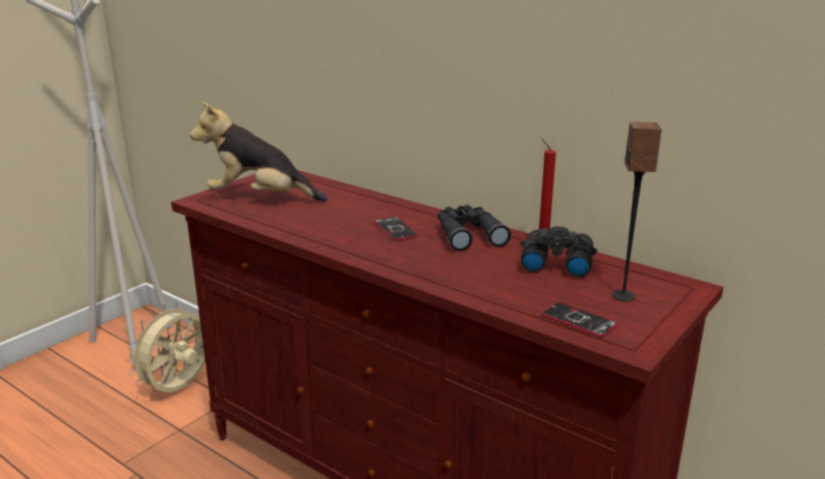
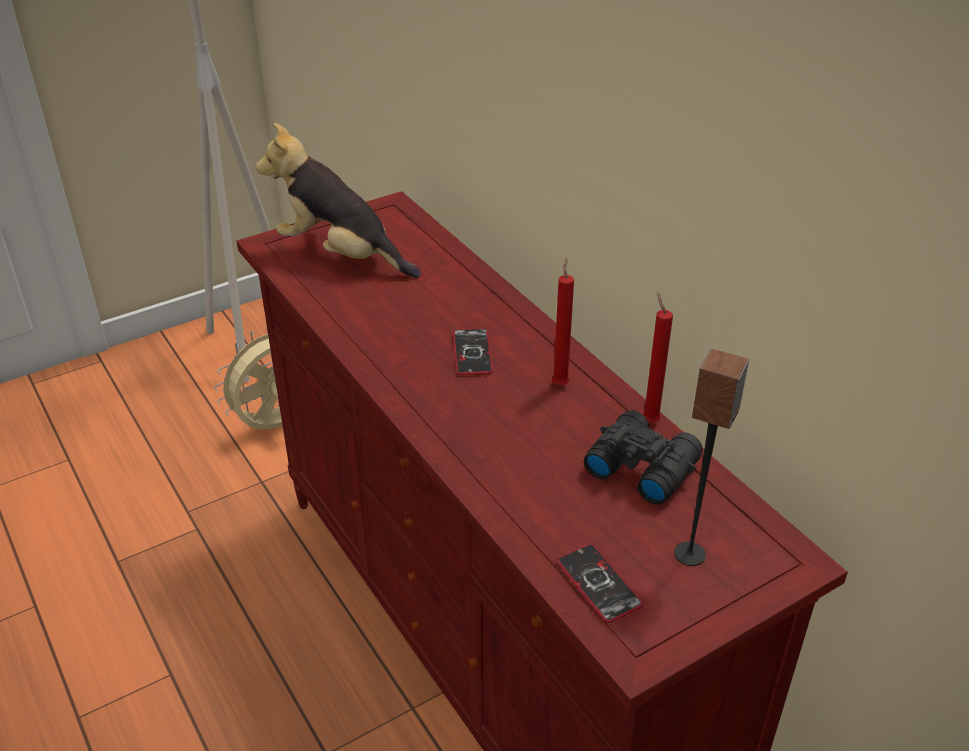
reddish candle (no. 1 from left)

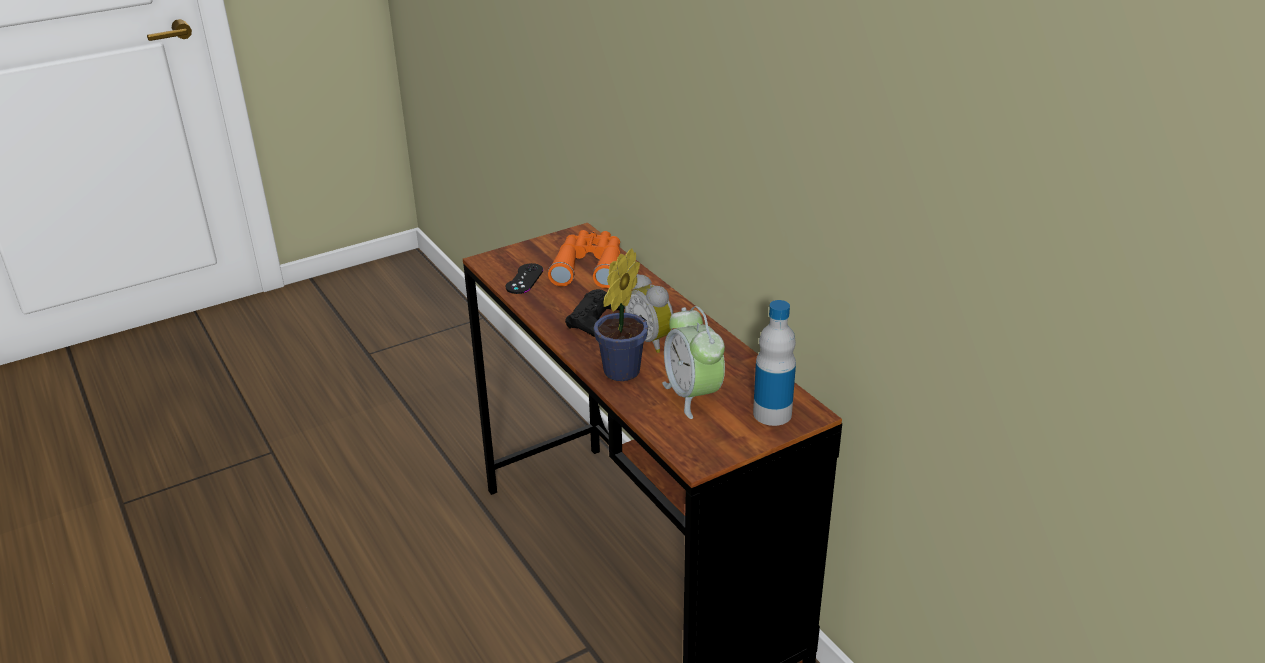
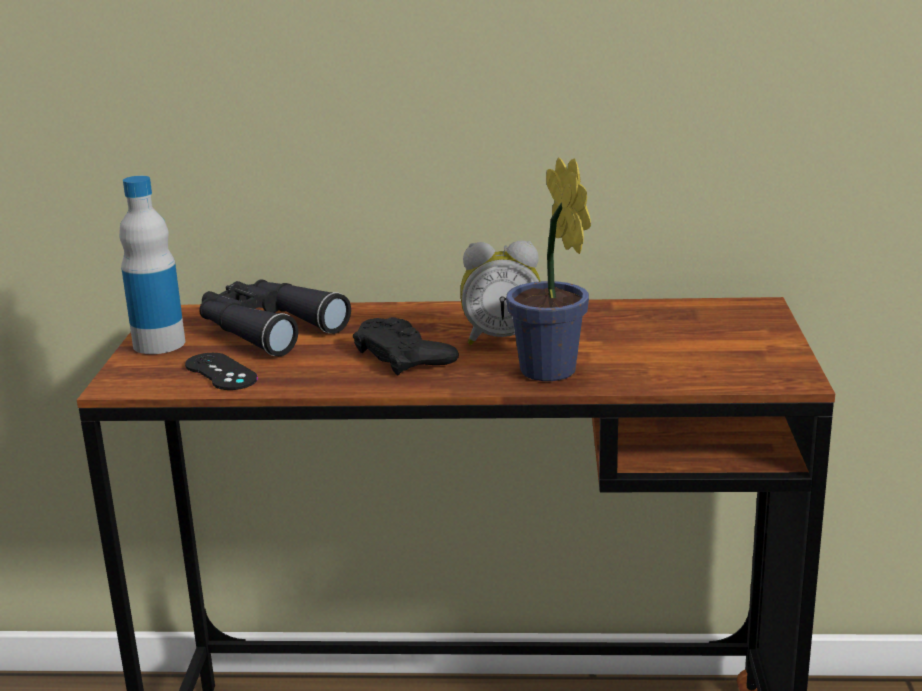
blackish field glasses
alarm clock (no. 2 from left in the first image)
bottle

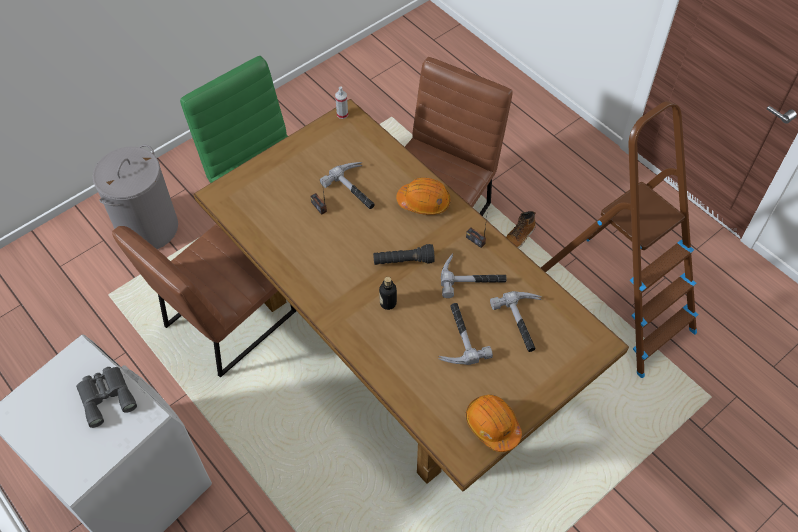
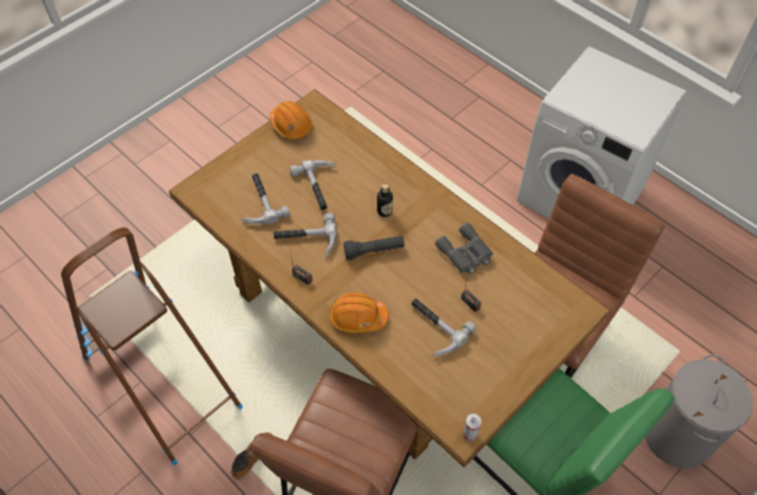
gray field glasses

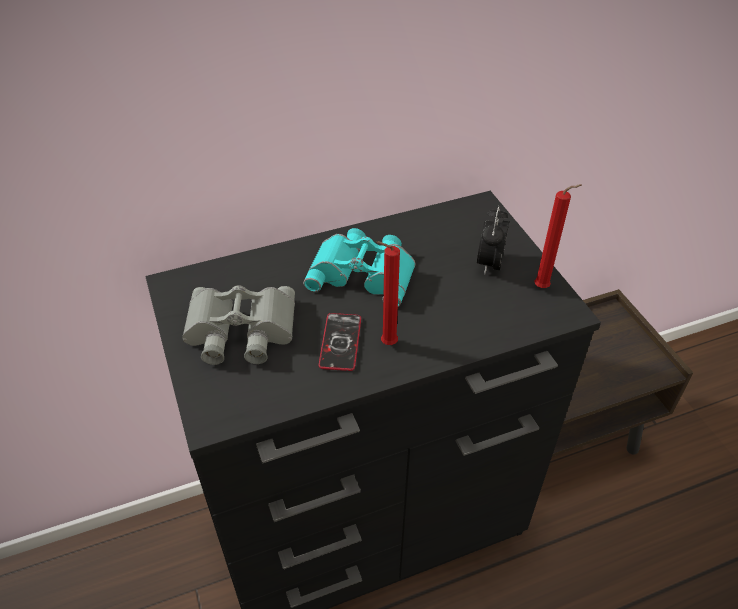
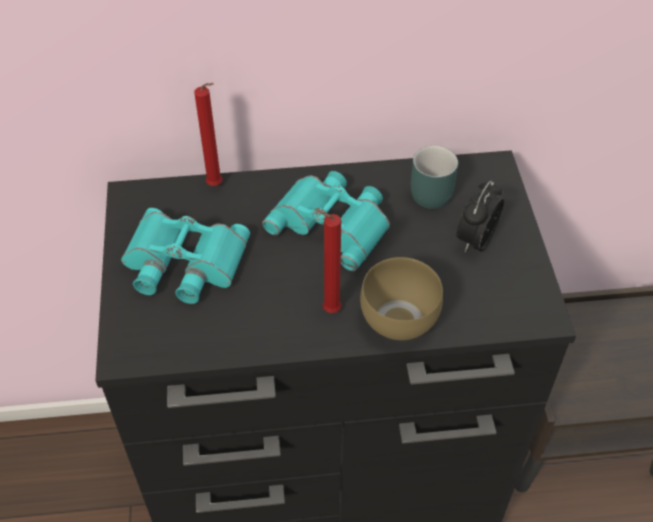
turquoise field glasses (no. 1 from left)
telephone
reddish candle (no. 1 from left)
brown-coloured bowl
turquoise tea mug

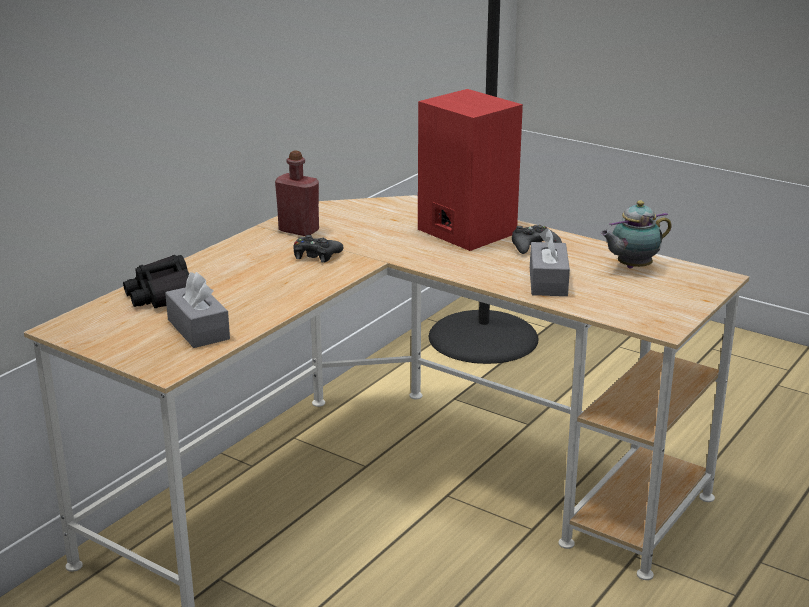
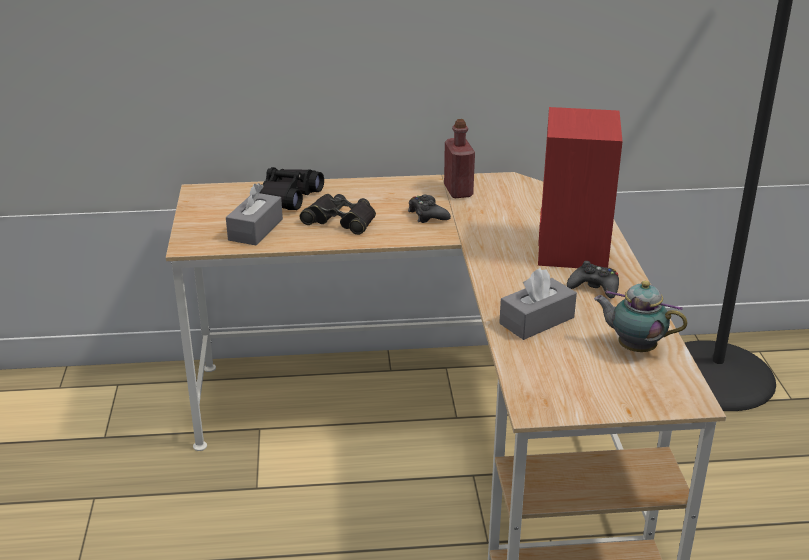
blackish field glasses (no. 2 from left)

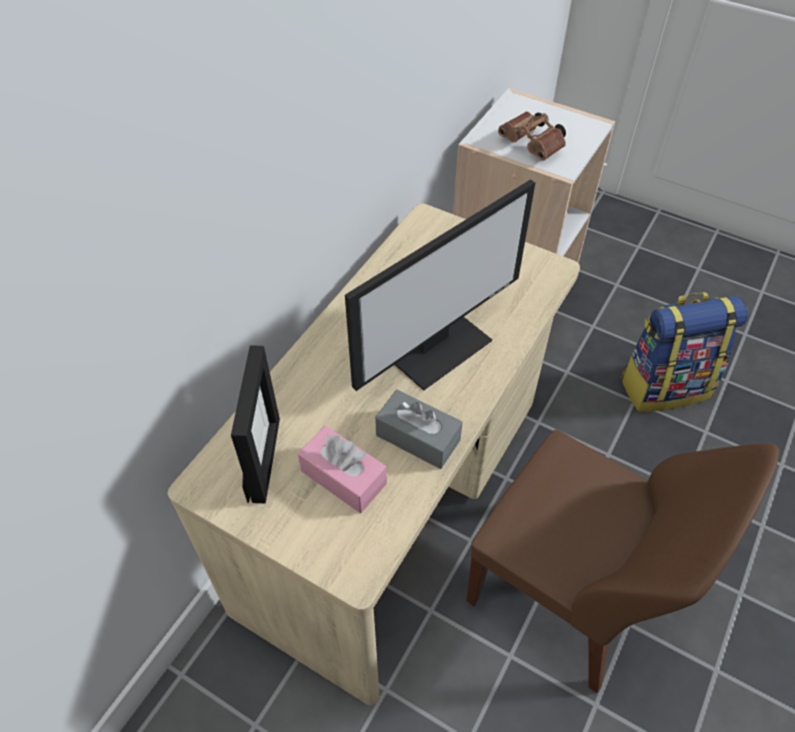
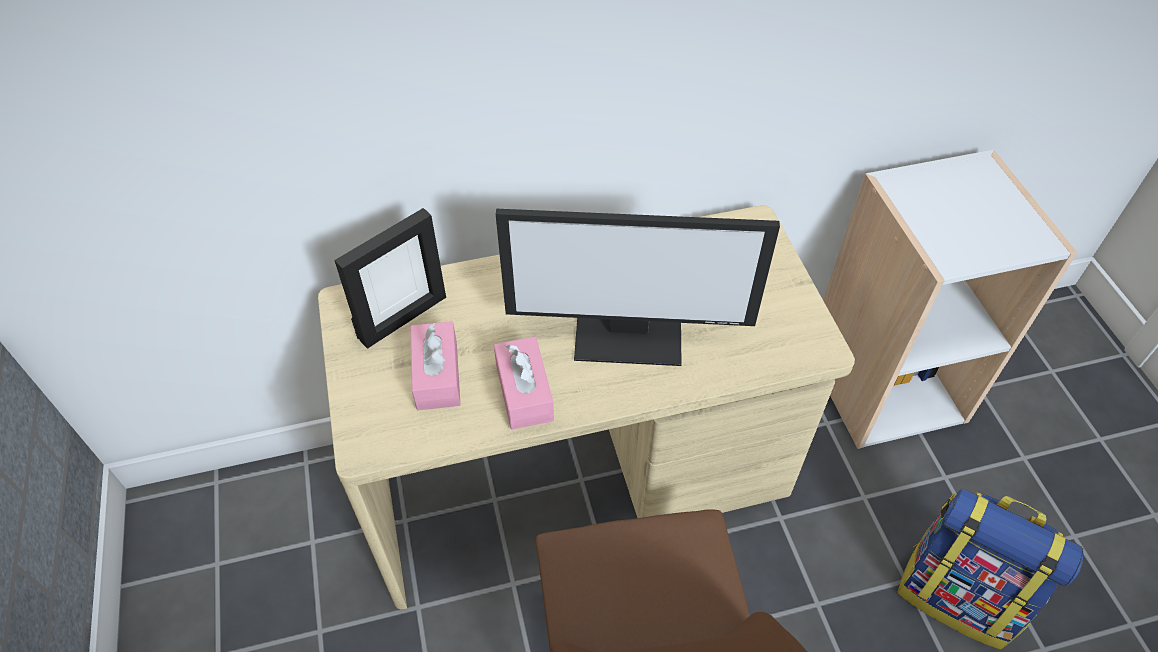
pinkish tissue holder (no. 2 from left)
brown-coloured field glasses

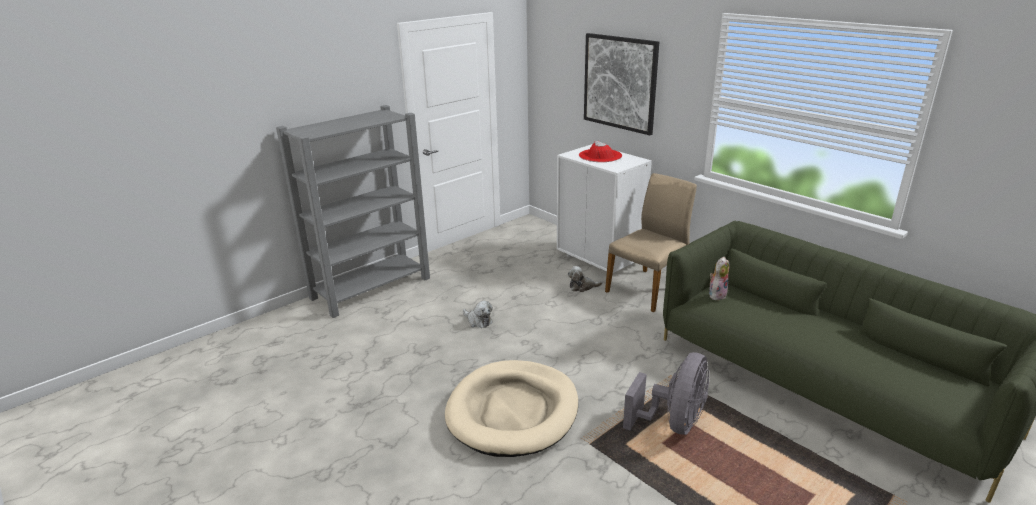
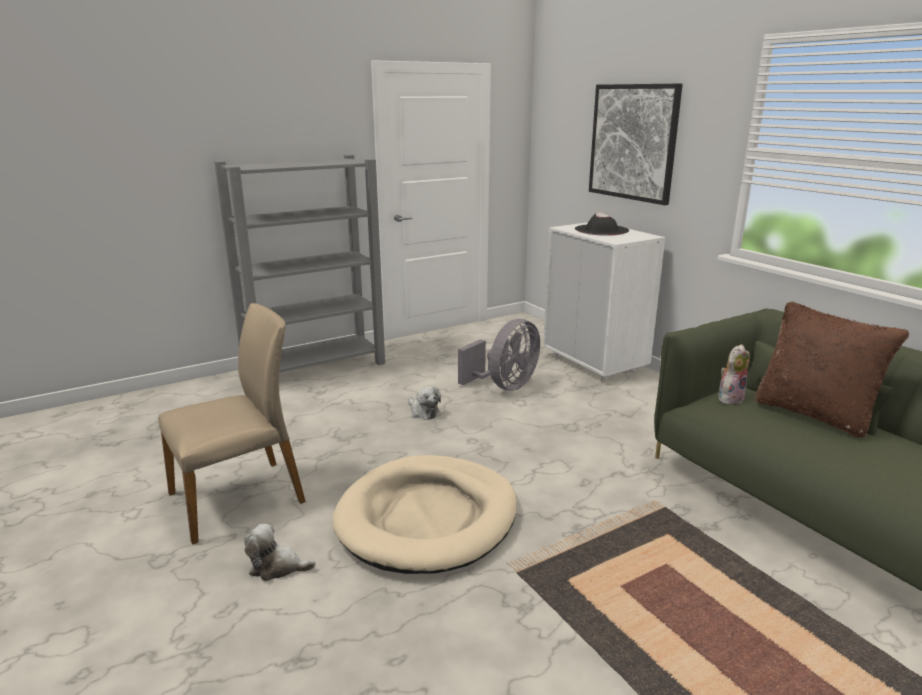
soft toy (no. 1 from left)
blackish wearable hat
beige-coloured plain chair
gray electric fan
brown-coloured pillow

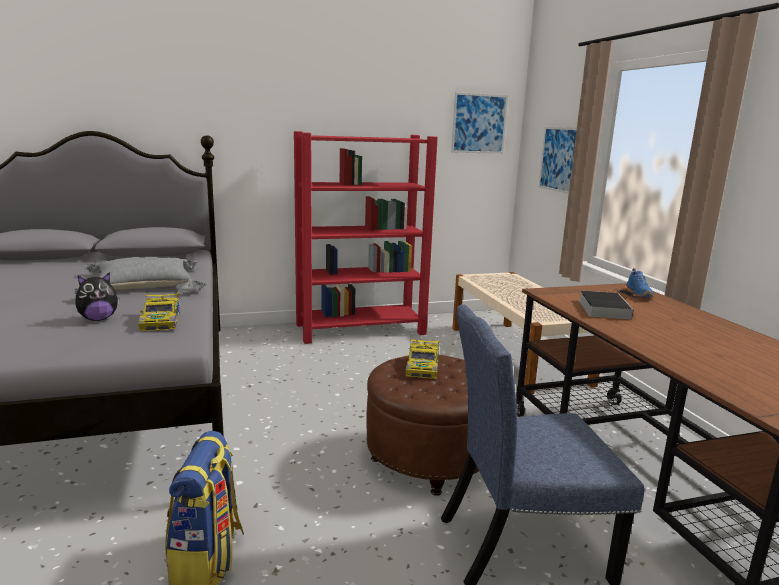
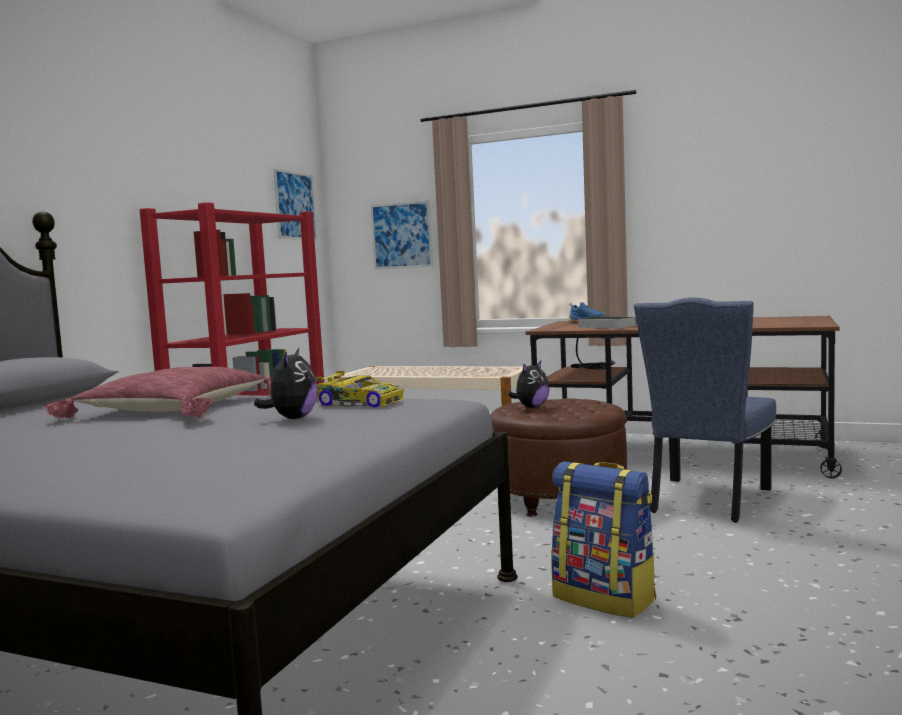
reddish pillow
soft toy (no. 2 from left)

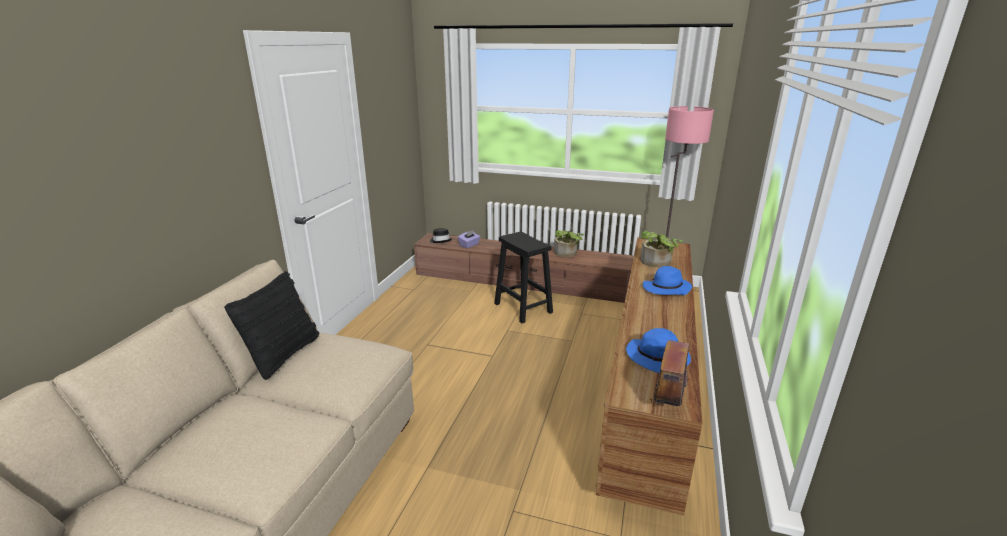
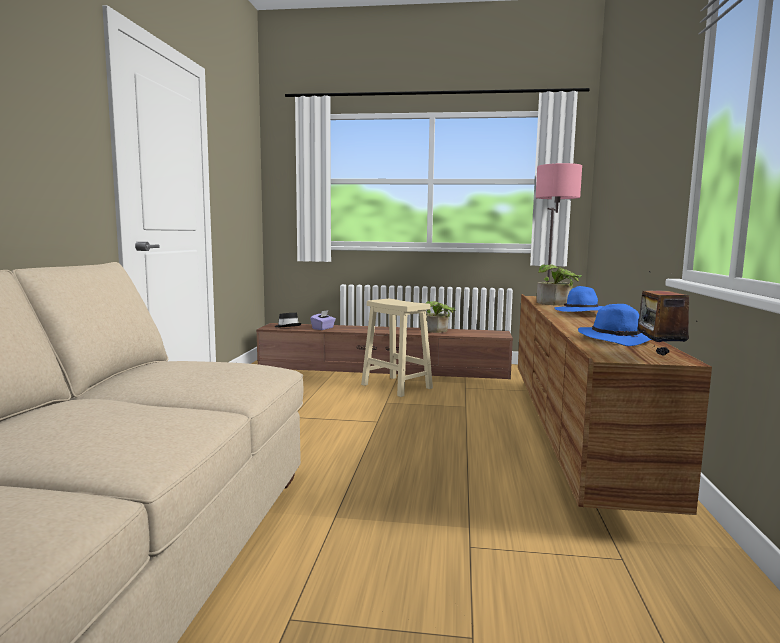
blackish pillow
beige-coloured stool

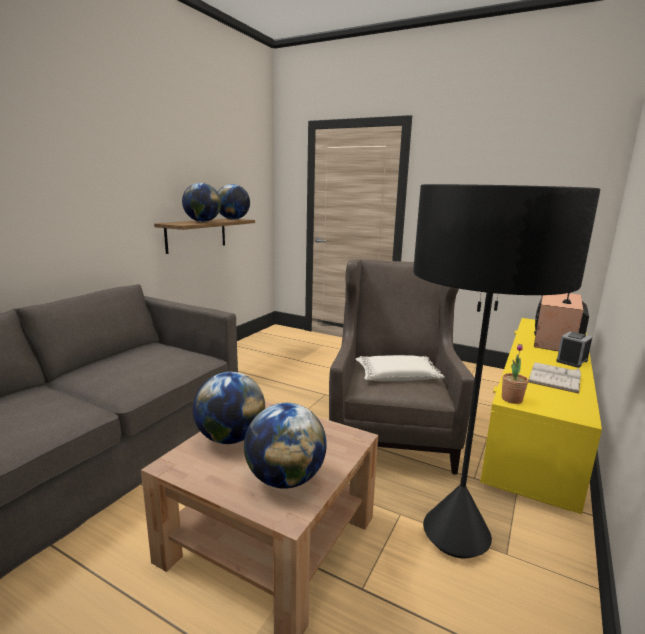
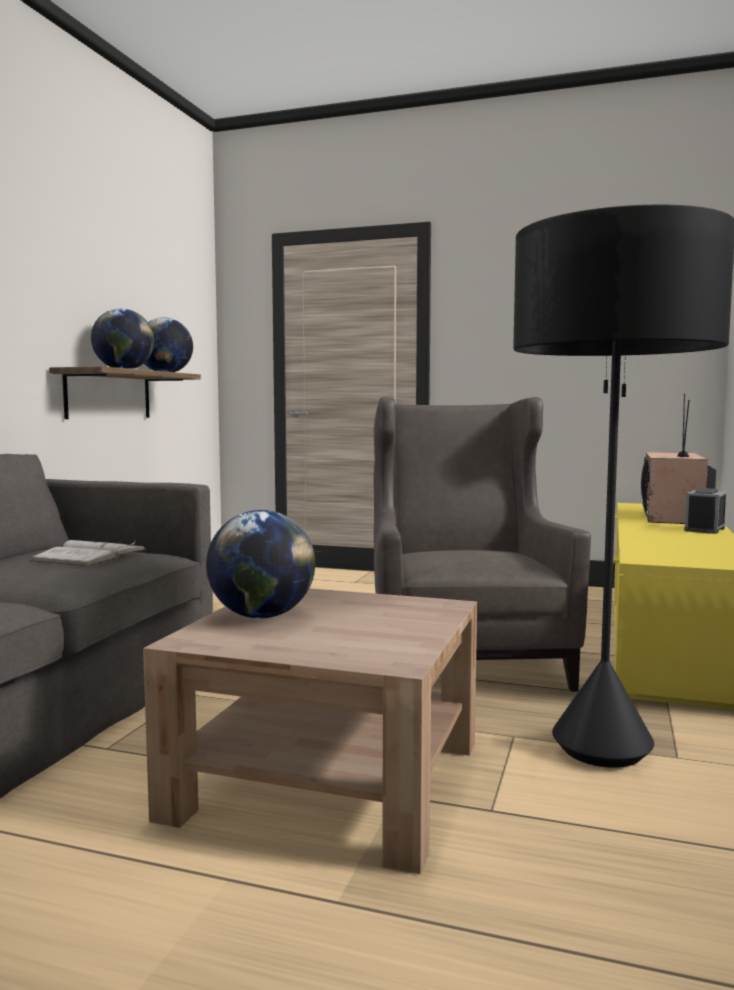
world globe (no. 4 from left in the first image)
white-coloured pillow
plant in a pot
white-coloured bound book

